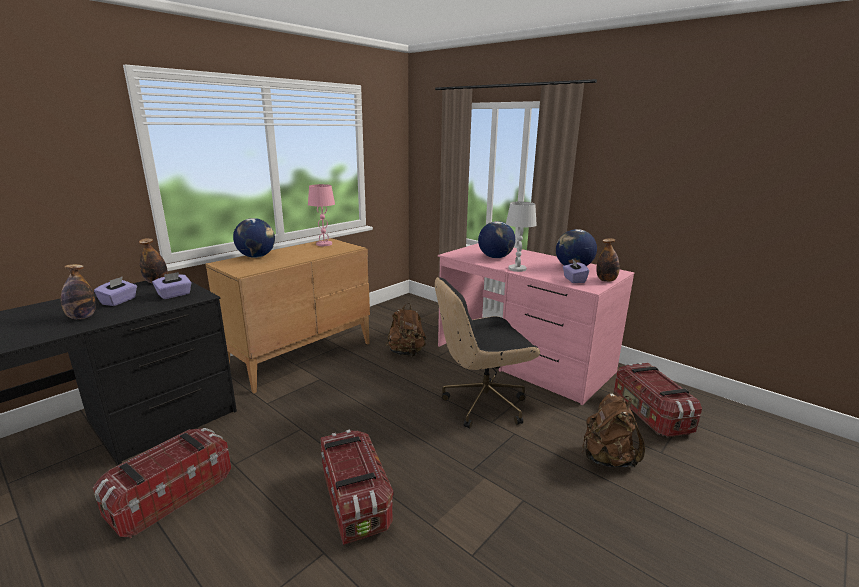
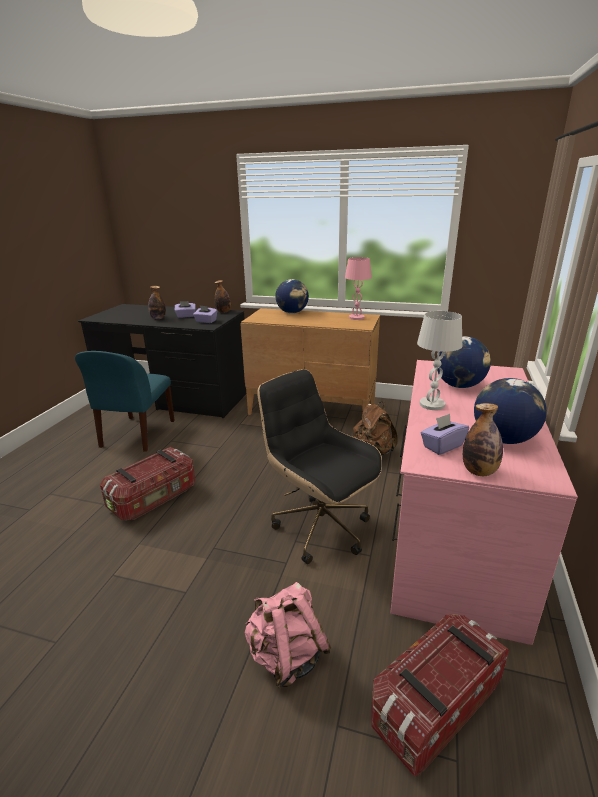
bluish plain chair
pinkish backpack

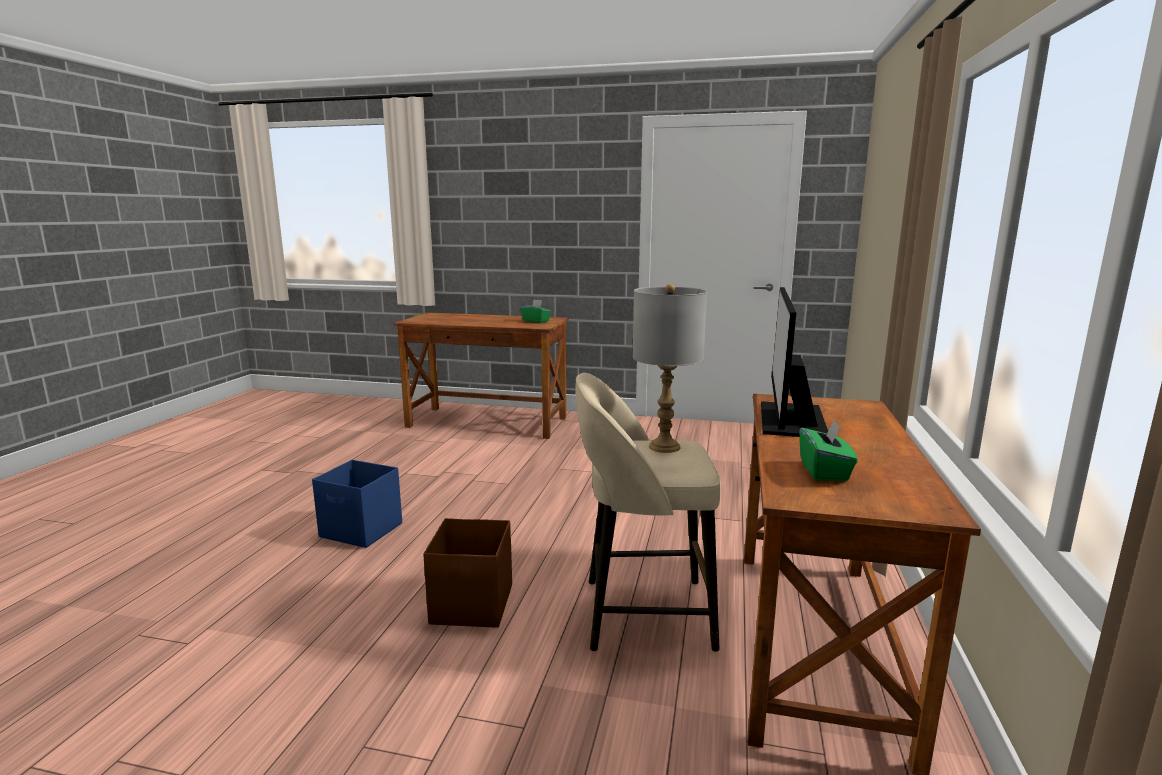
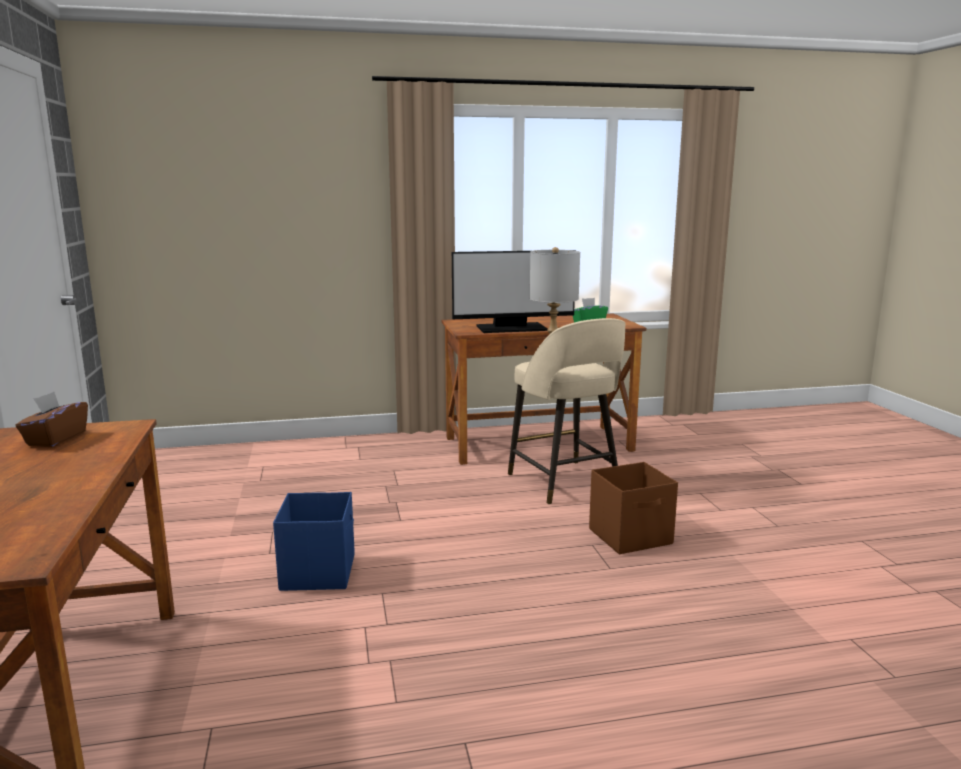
bluish storage container
brown-coloured tissue holder

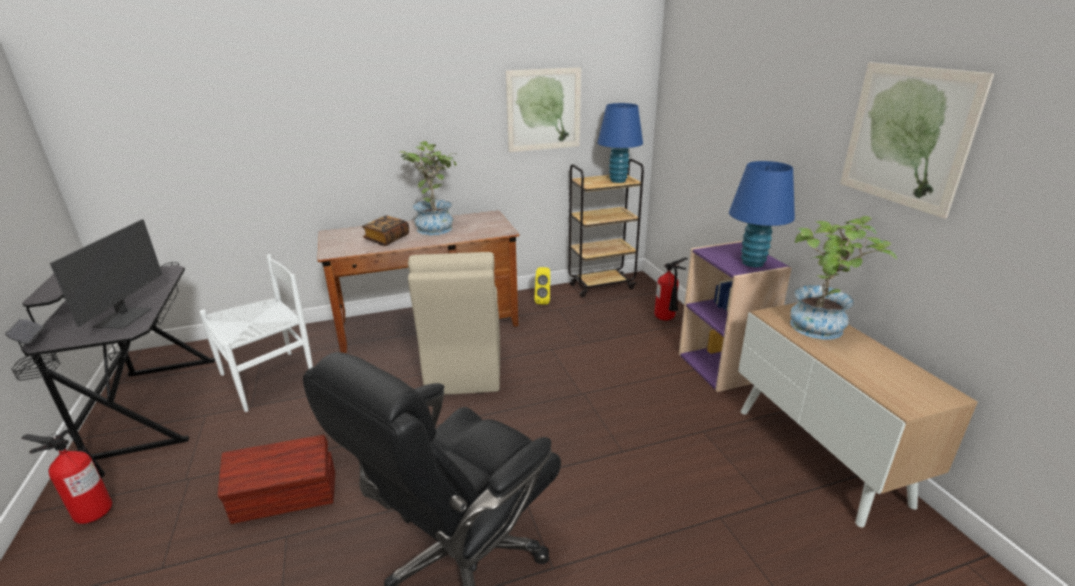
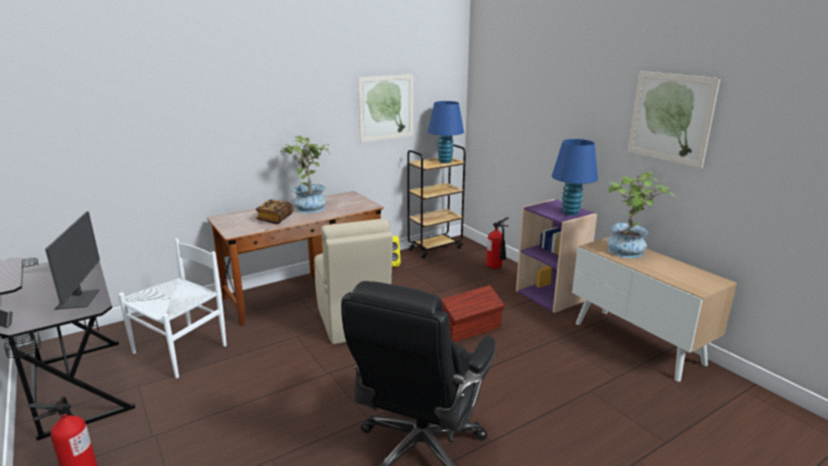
brown-coloured storage container

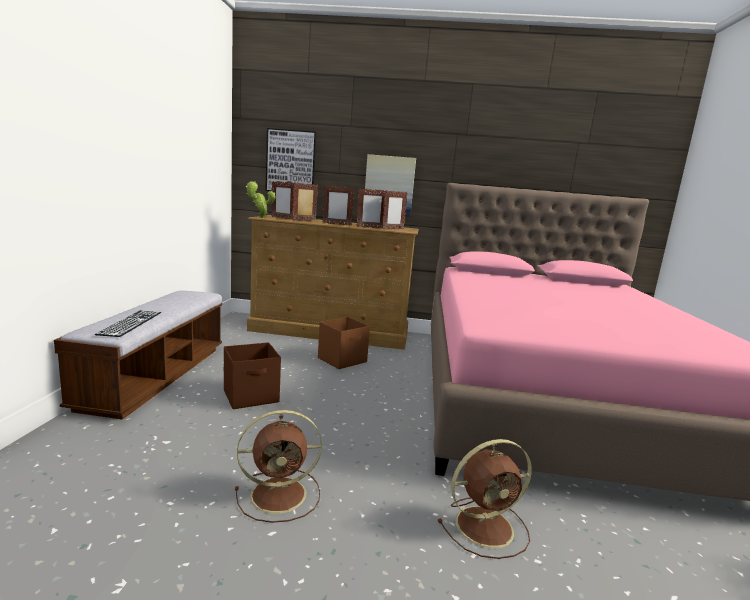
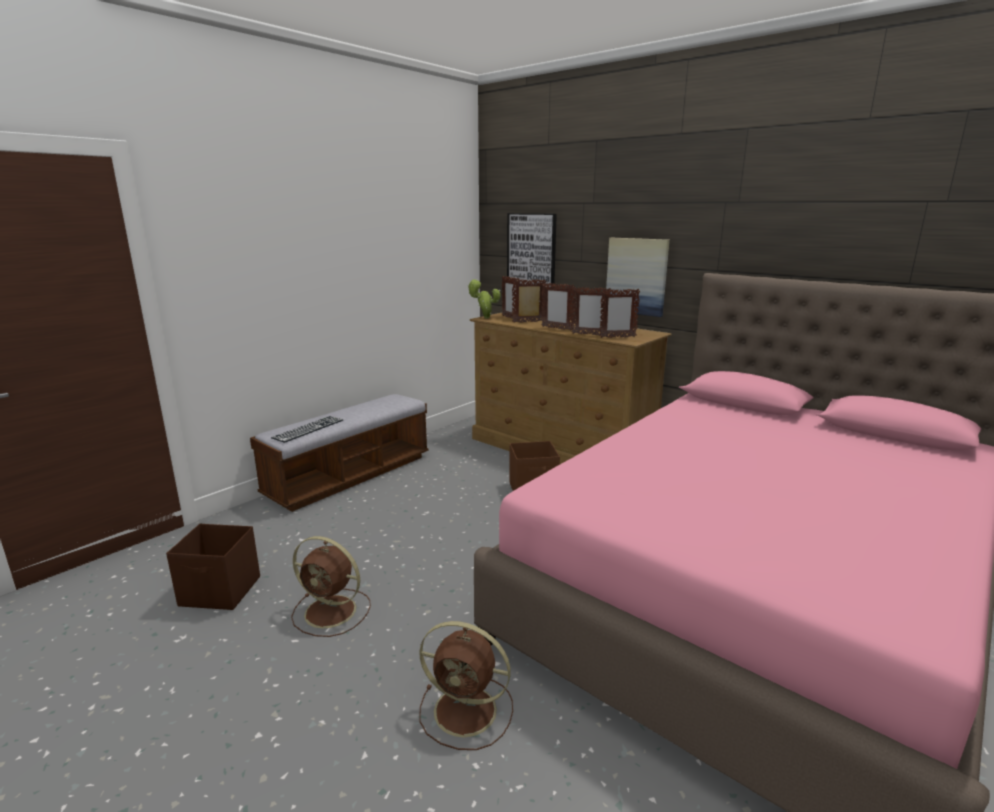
brown-coloured storage container (no. 1 from left)

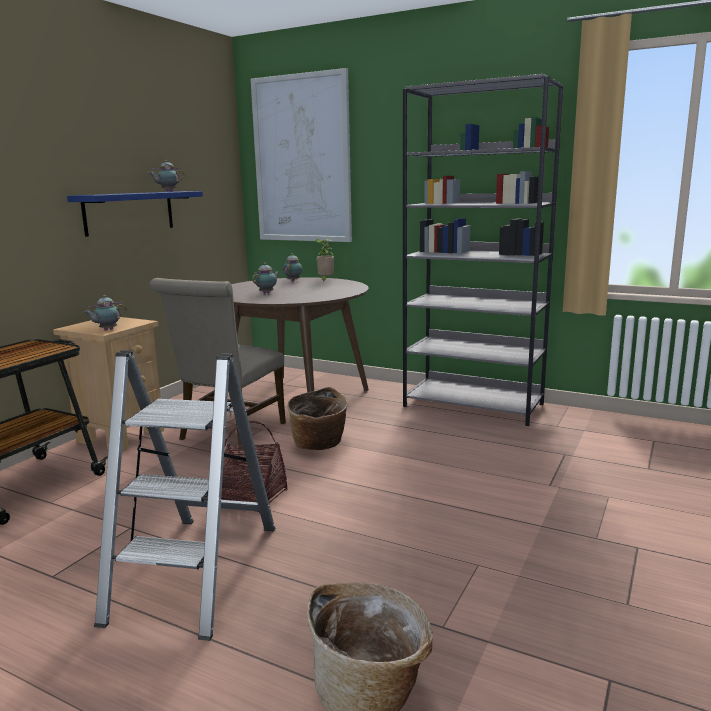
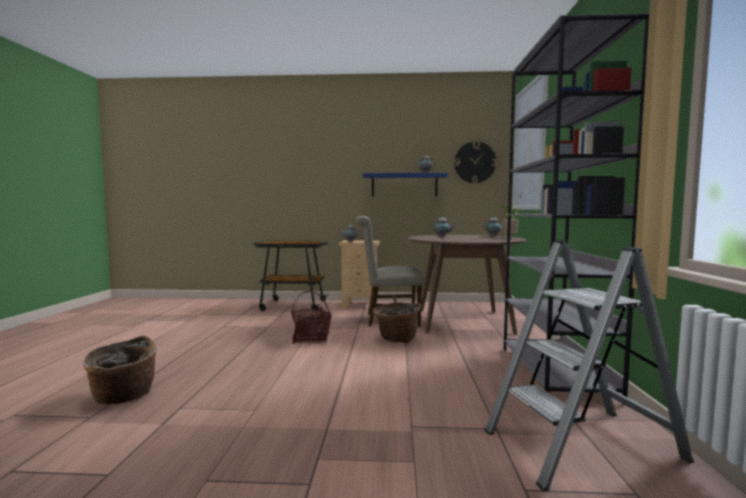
gray stepladder
wall clock

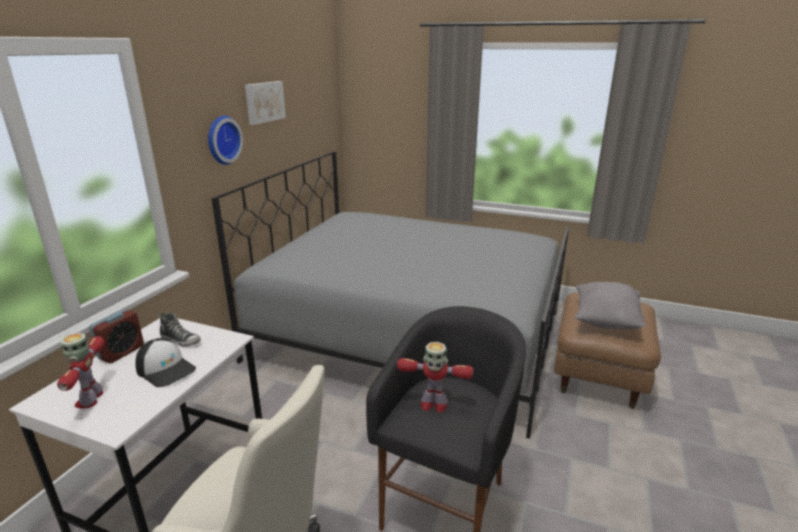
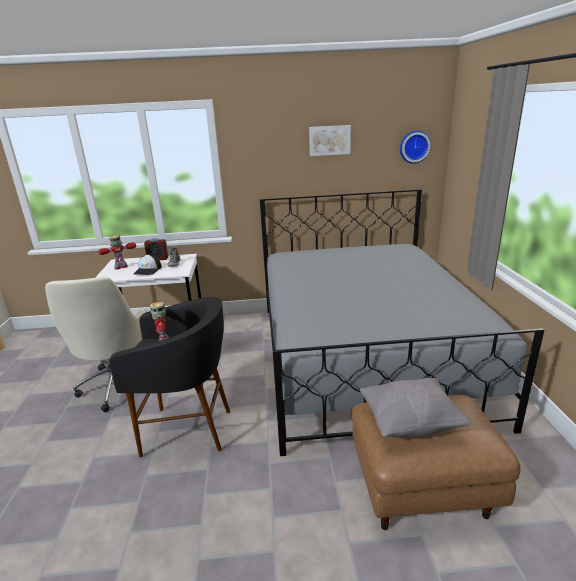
wall clock

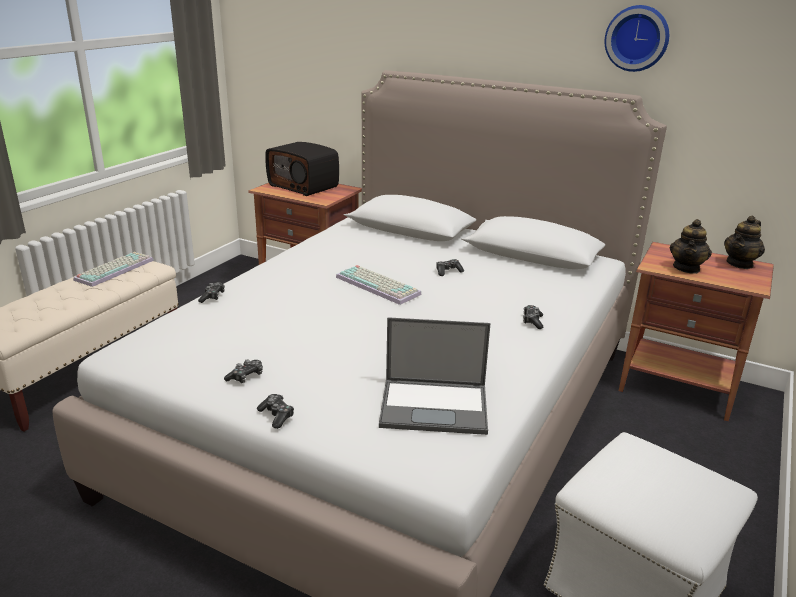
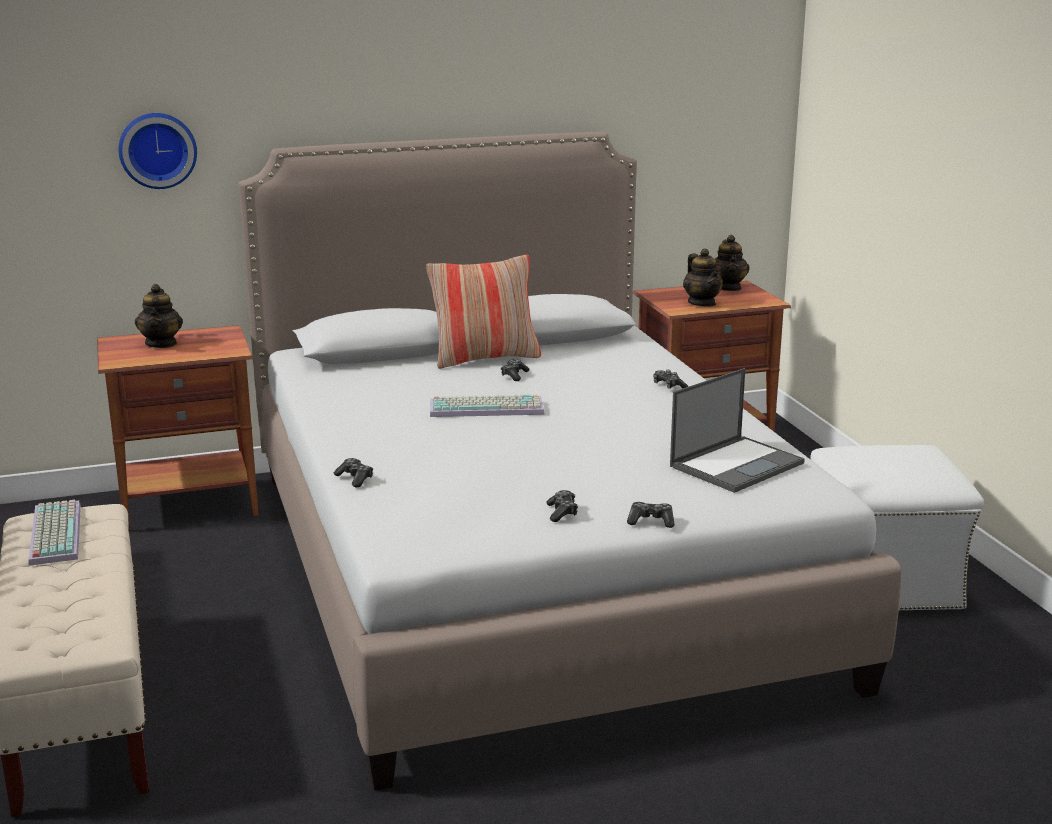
pot for tea (no. 1 from left)
wall clock
pillow

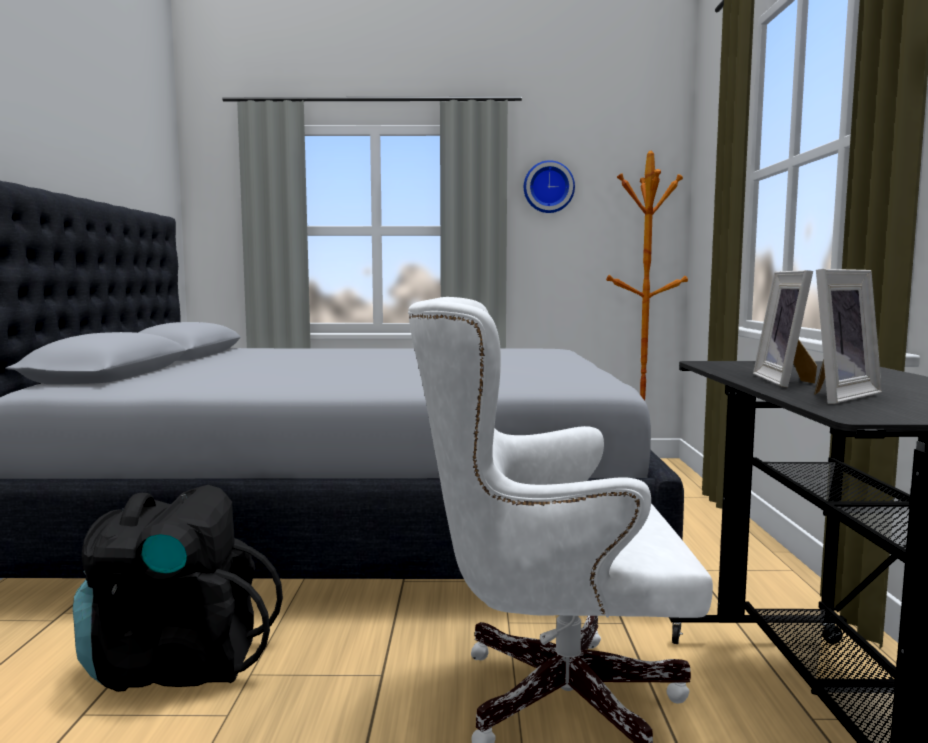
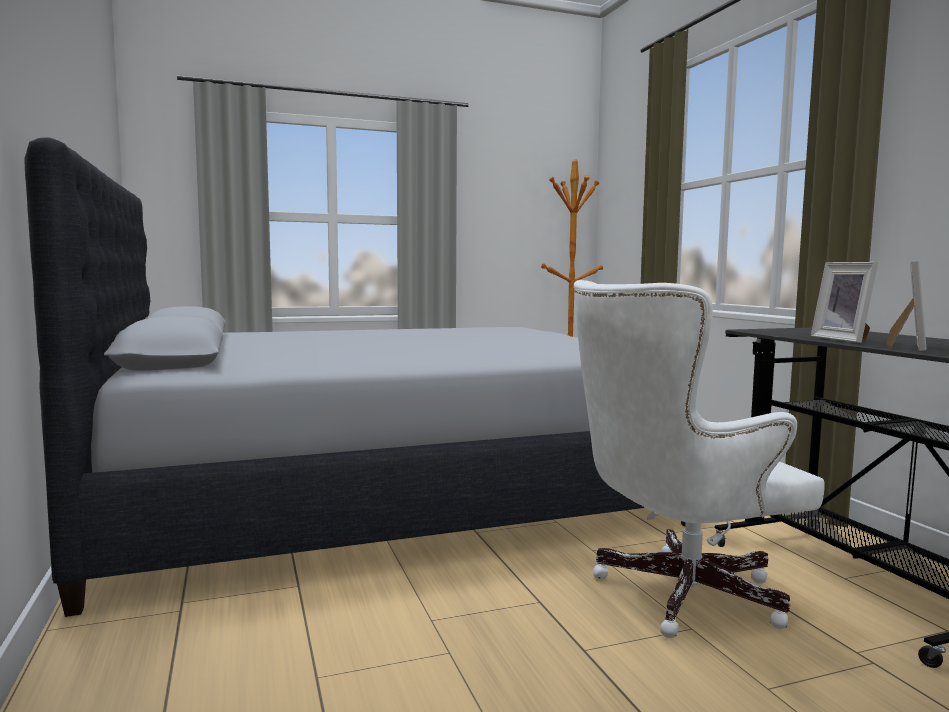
blackish backpack
wall clock

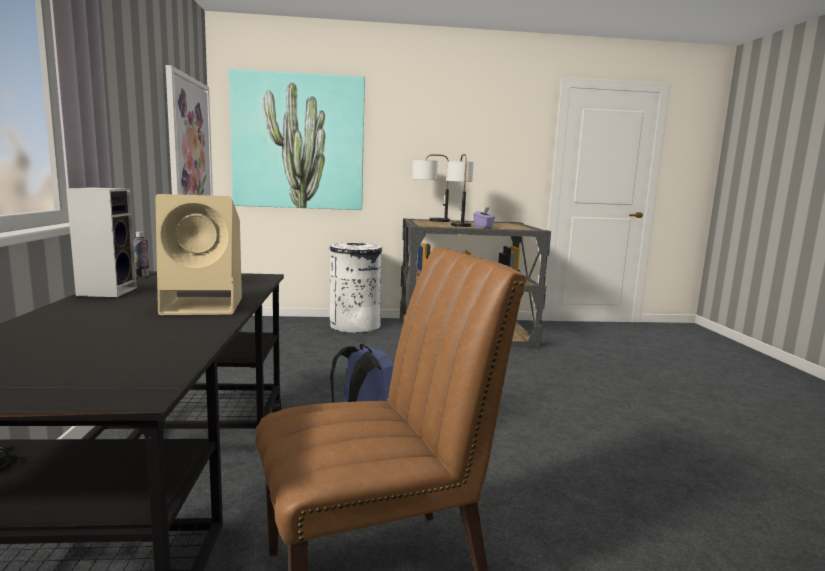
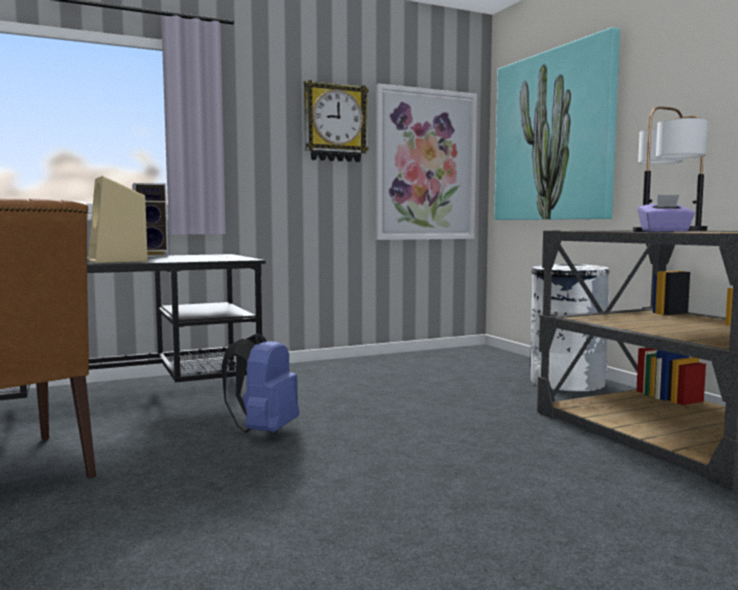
bottle
wall clock

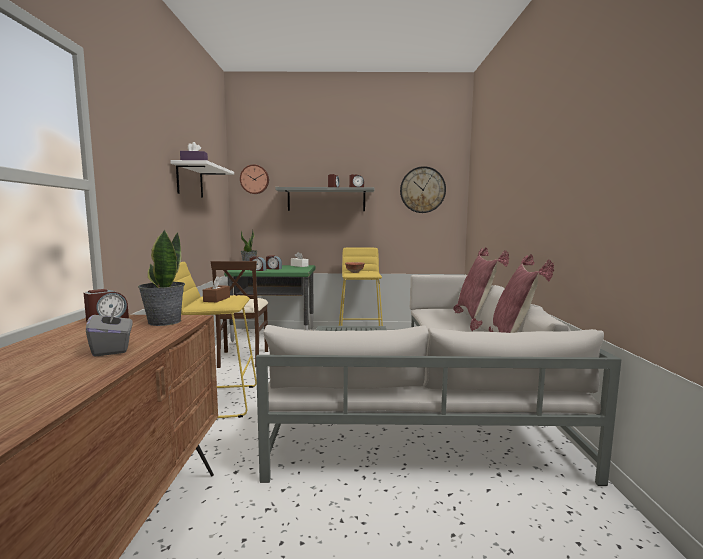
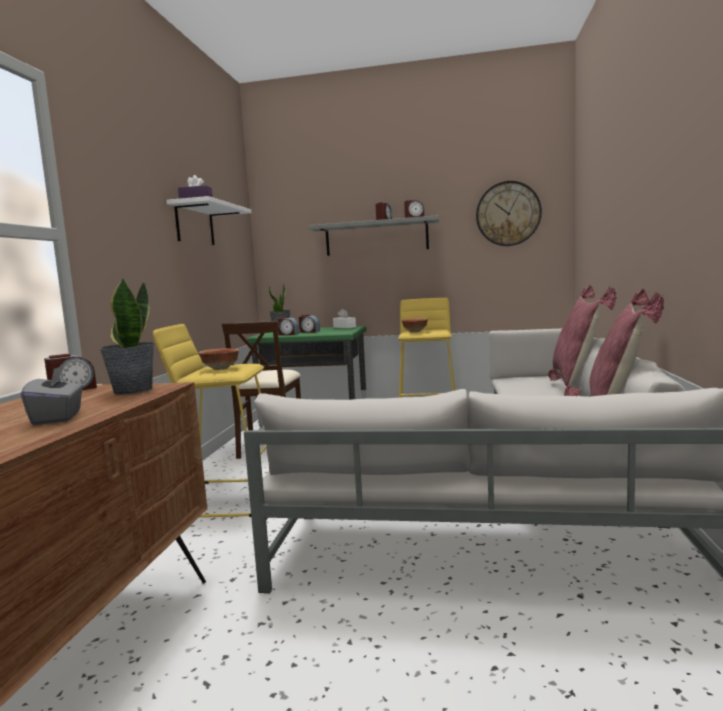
bowl (no. 1 from left)
wall clock (no. 1 from left in the first image)

